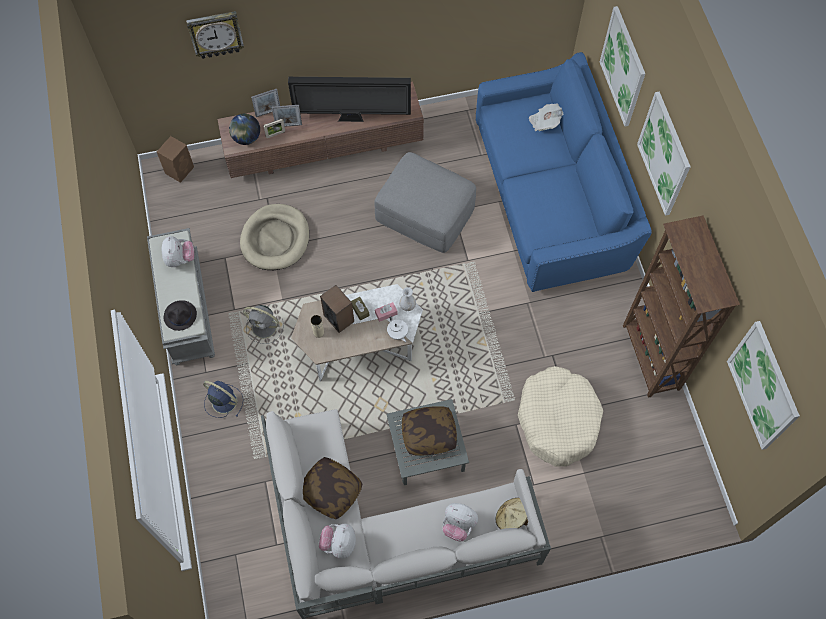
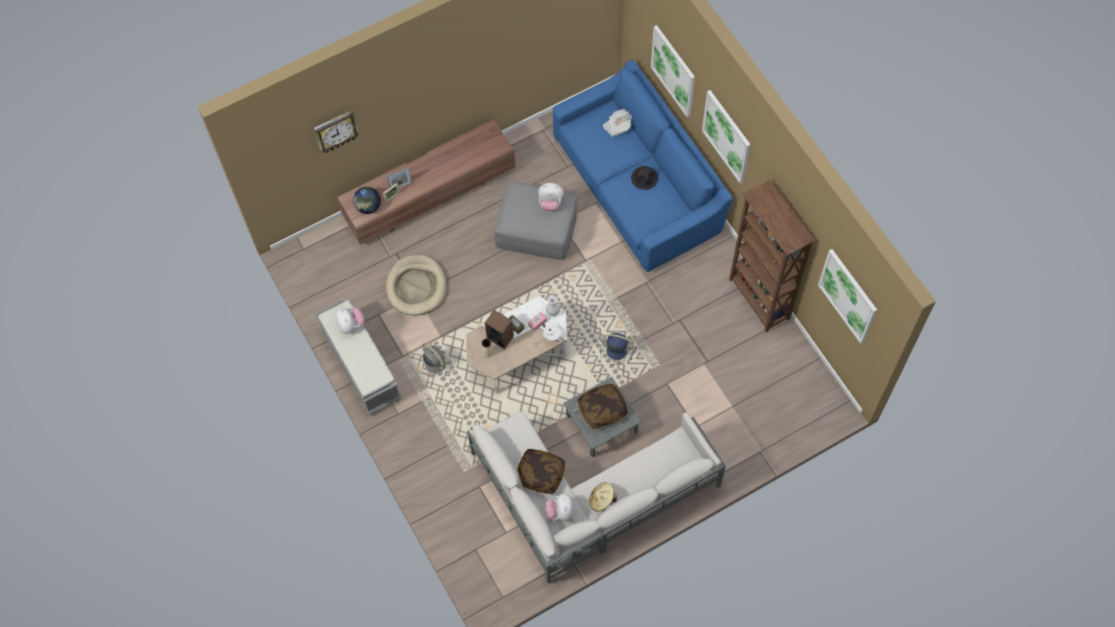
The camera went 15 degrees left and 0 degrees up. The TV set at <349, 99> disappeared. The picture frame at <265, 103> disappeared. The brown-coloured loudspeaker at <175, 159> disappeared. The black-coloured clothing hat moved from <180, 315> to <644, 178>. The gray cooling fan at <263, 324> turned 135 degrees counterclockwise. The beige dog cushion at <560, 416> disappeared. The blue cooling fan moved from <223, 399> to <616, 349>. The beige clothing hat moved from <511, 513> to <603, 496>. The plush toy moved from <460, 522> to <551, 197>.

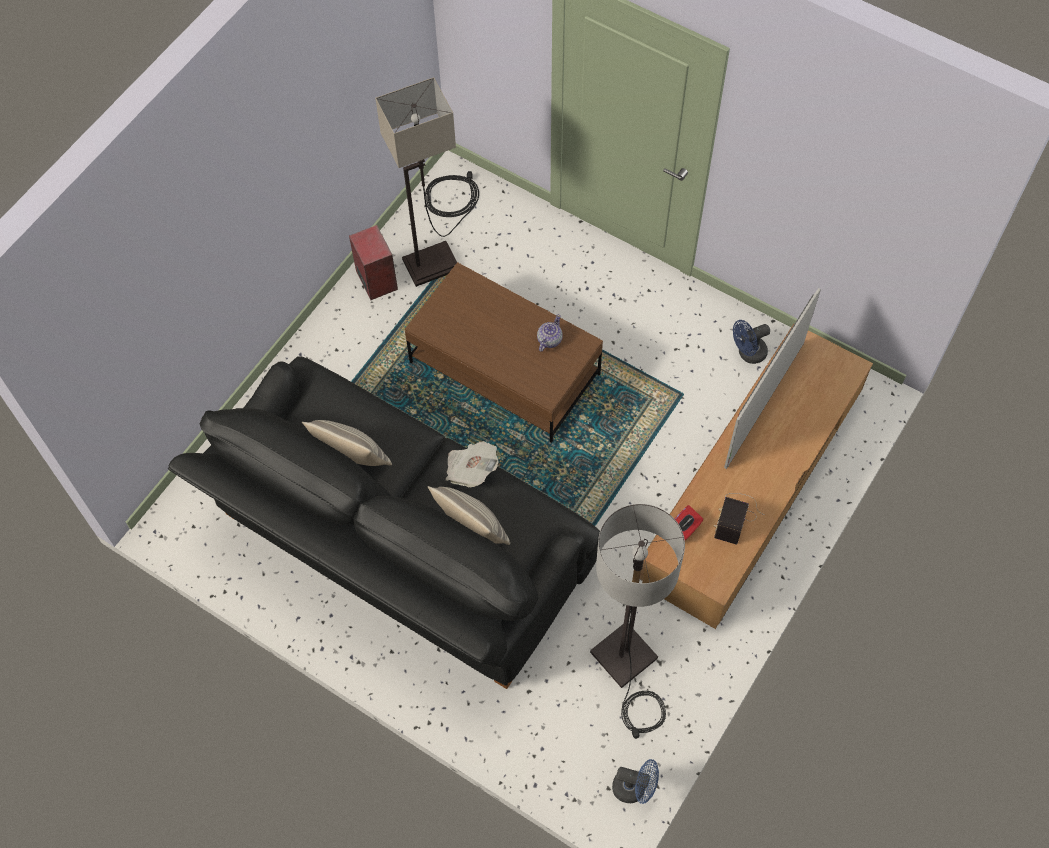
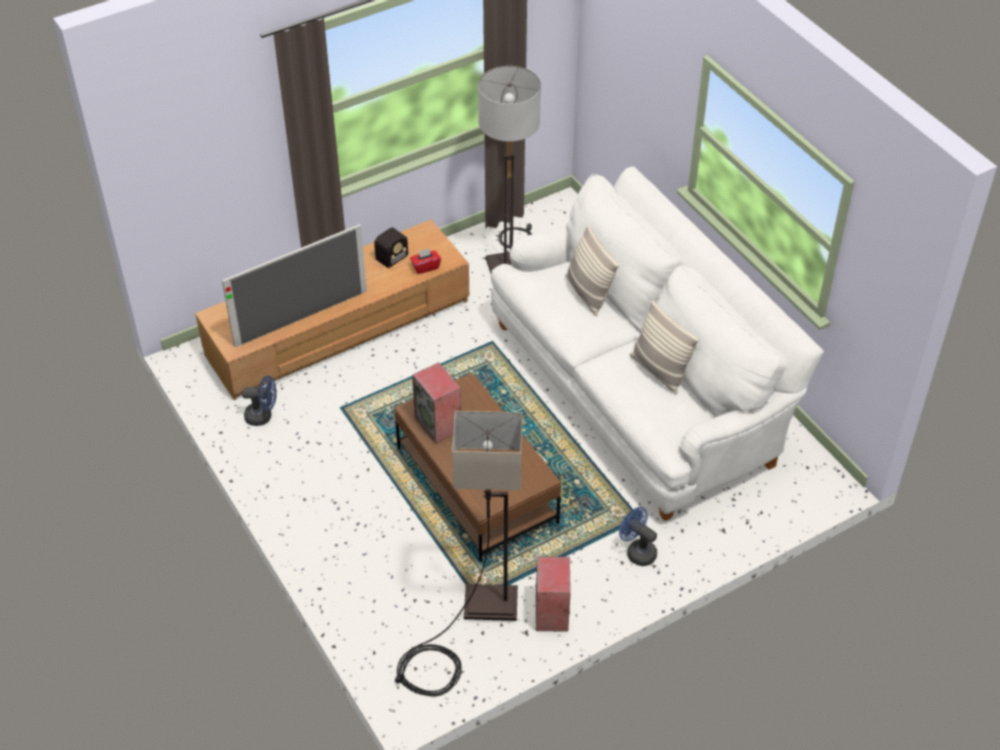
The camera went 155 degrees left and 15 degrees down. The tea pot at <550, 333> was replaced by the loudspeaker at <436, 402>. The black-coloured sofa at <384, 522> became the white sofa at <657, 344>. The newspaper at <472, 464> disappeared. The blue cooling fan moved from <635, 781> to <638, 536>.

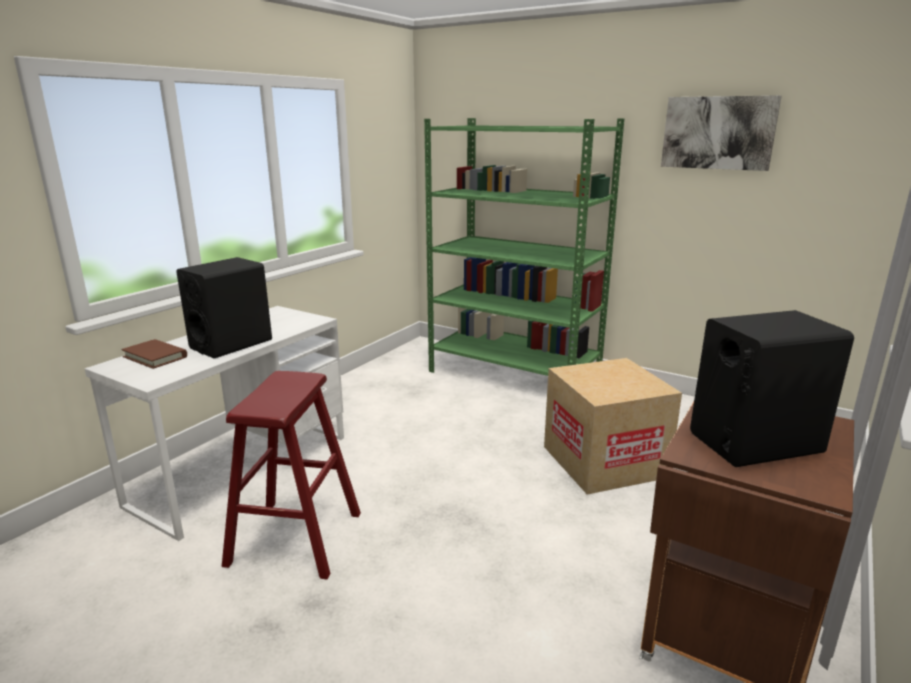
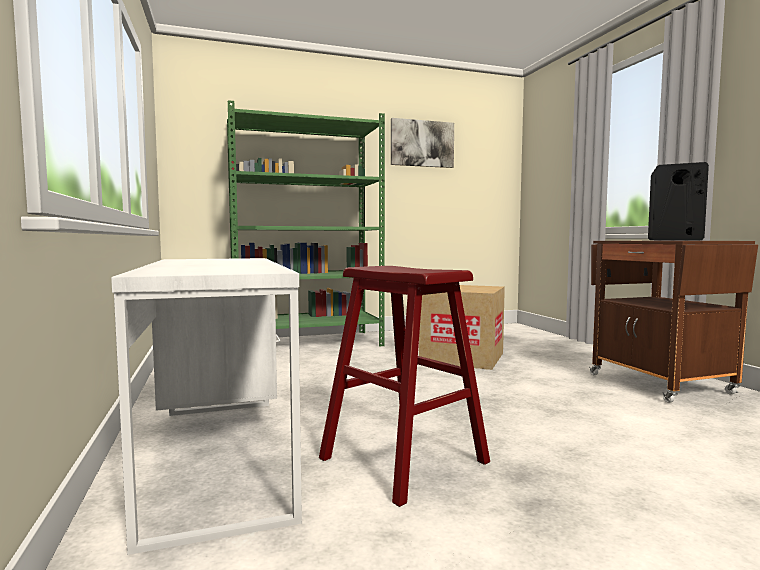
The camera went 50 degrees left and 15 degrees down. The black-coloured loudspeaker at <224, 307> disappeared. The brown-coloured volume at <154, 354> disappeared.

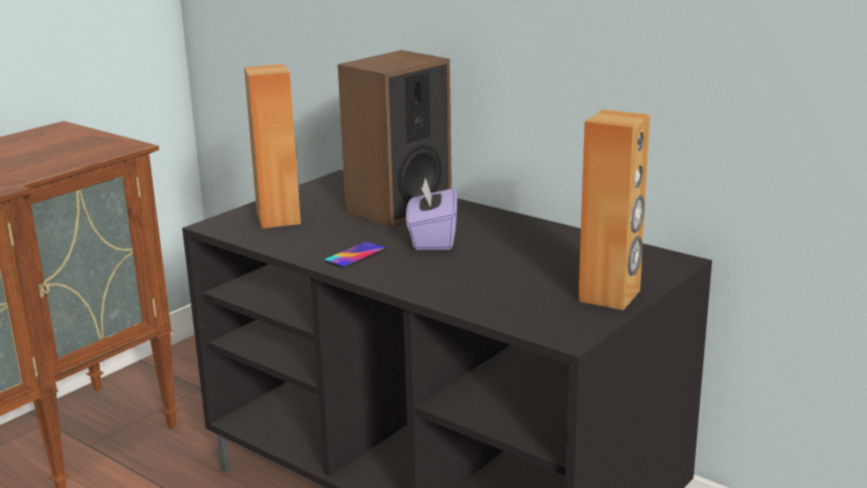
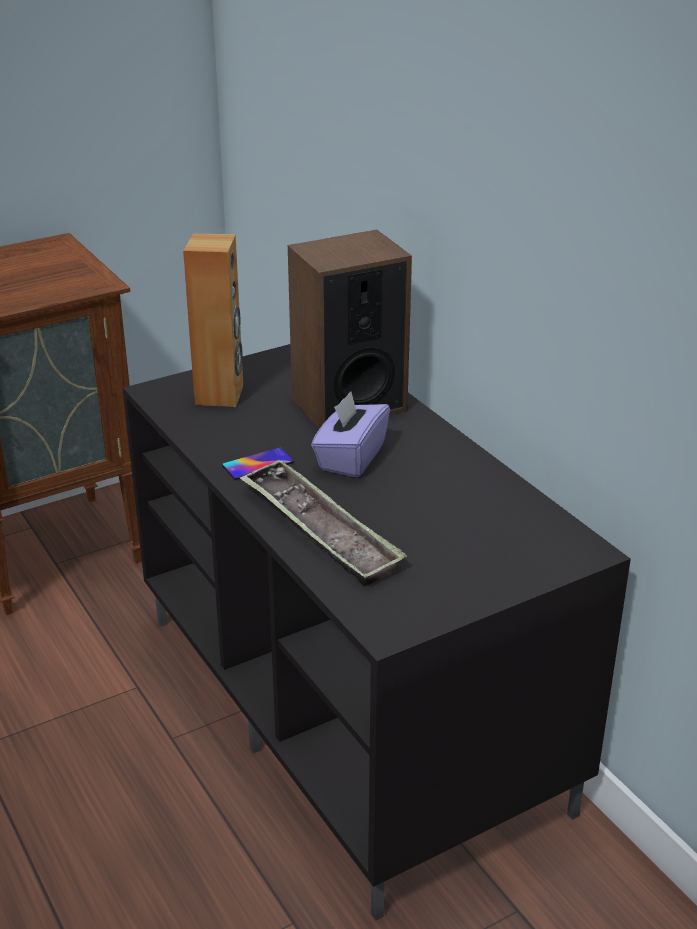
The camera went 20 degrees right and 10 degrees up. The brown-coloured loudspeaker at <614, 210> disappeared. The serving tray at <323, 523> appeared.

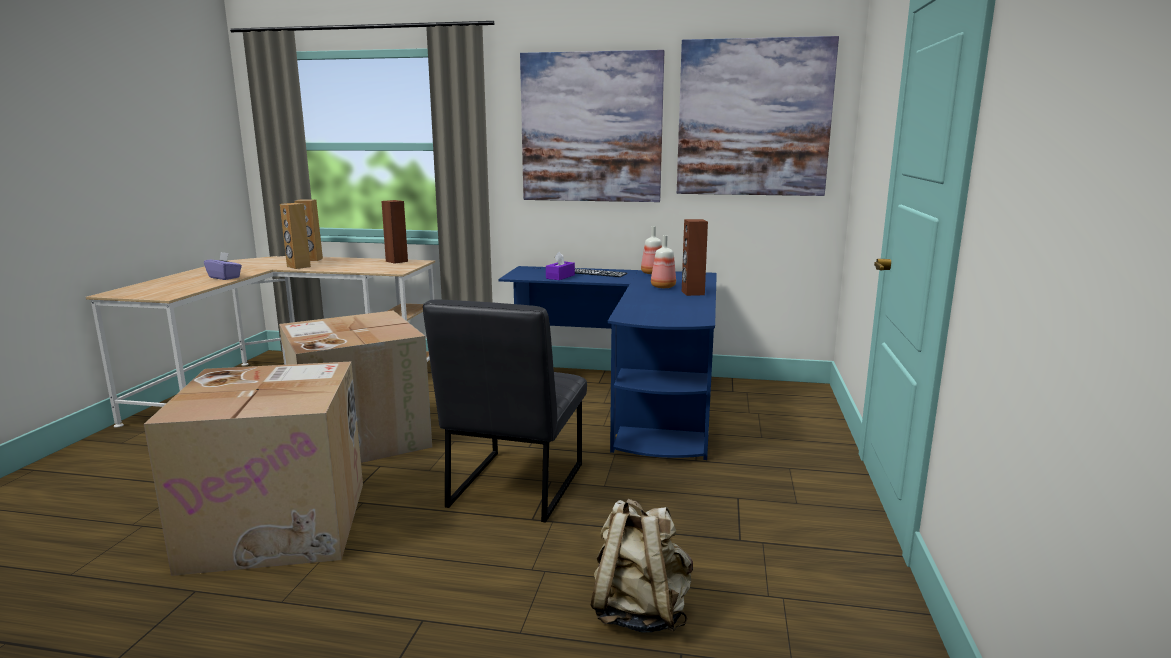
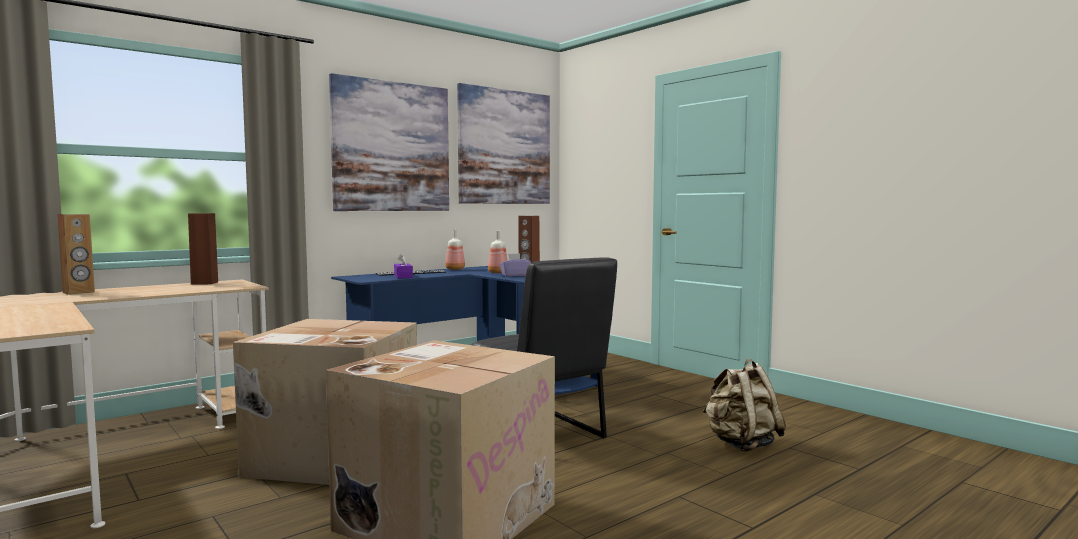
The camera went 50 degrees left and 10 degrees down. The brown-coloured loudspeaker at <295, 236> disappeared. The purple box of tissues moved from <223, 266> to <515, 265>.

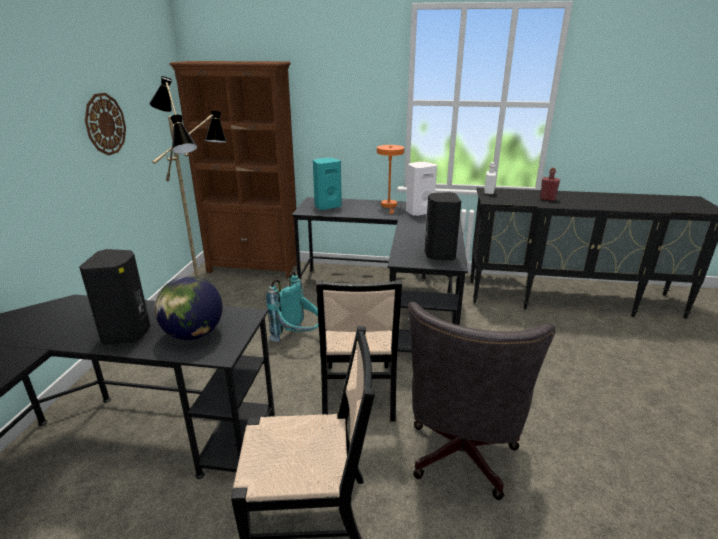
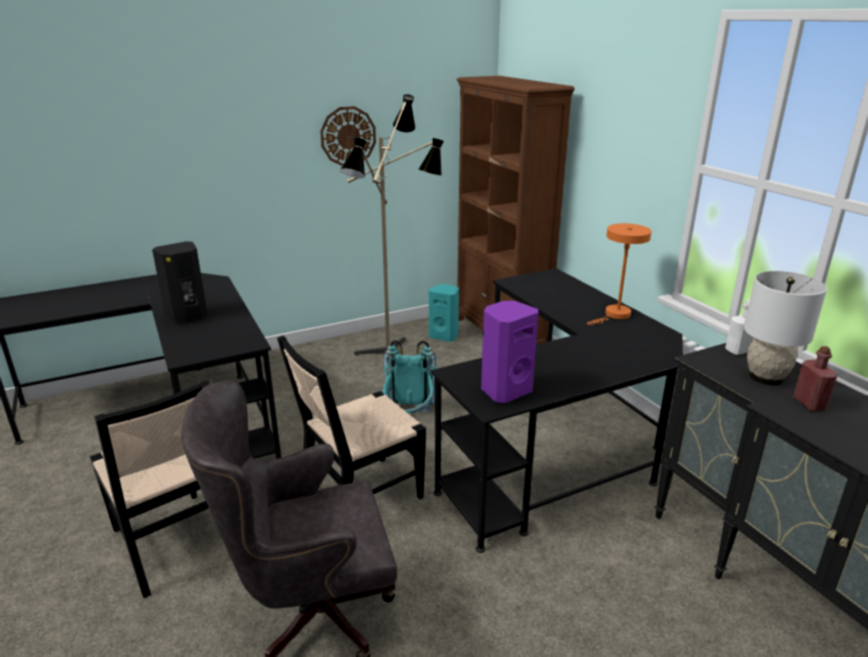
The camera went 55 degrees right and 0 degrees up. The turquoise-coloured loudspeaker moved from <327, 184> to <444, 313>. The white loudspeaker at <421, 189> disappeared. The black-coloured loudspeaker at <443, 226> became the purple loudspeaker at <510, 352>. The desk globe at <188, 308> disappeared. The white table lamp at <785, 328> appeared.

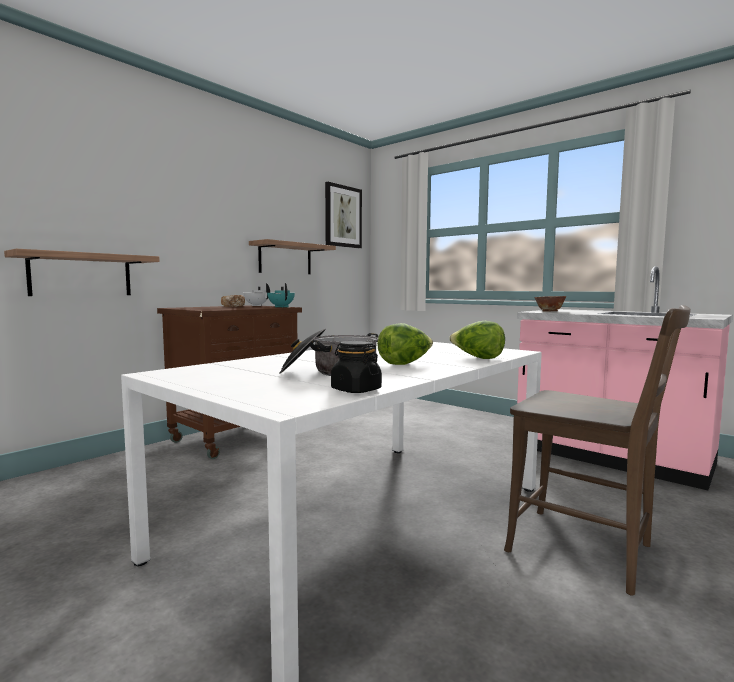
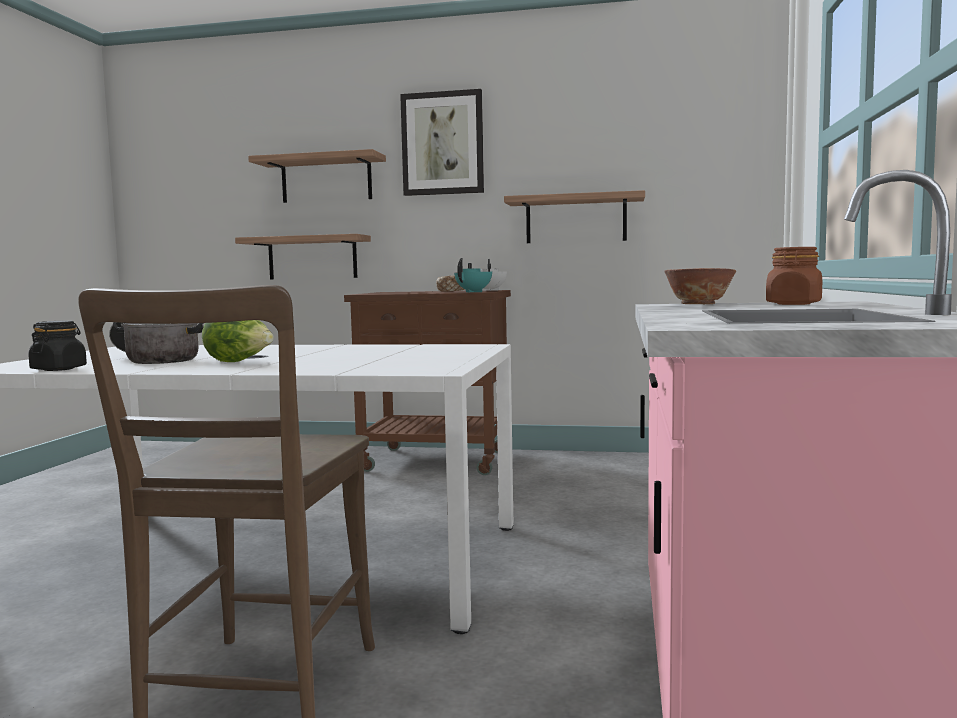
The camera went 60 degrees right and 0 degrees up. The wall art moved from <343, 215> to <442, 142>. The head of lettuce at <477, 340> disappeared. The wall shelf at <317, 176> appeared. The brown-coloured preserve jar at <794, 276> appeared.

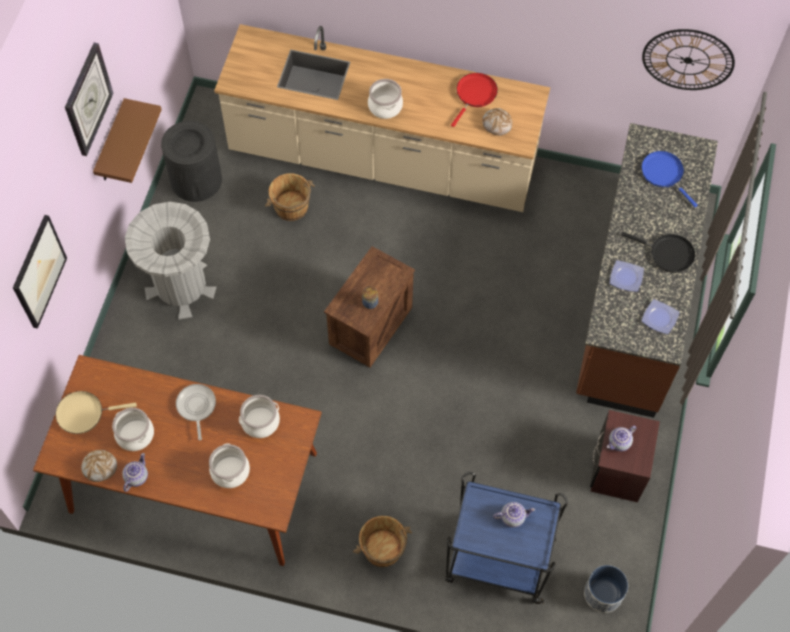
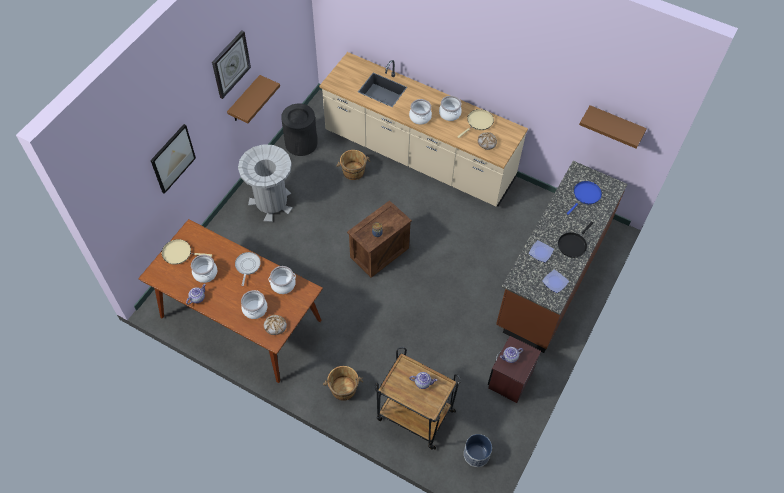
The camera went 15 degrees right and 5 degrees down. The wall clock at <688, 59> was replaced by the brown-coloured wall shelf at <613, 127>. The red skillet at <474, 100> became the beige skillet at <475, 123>. The blue skillet at <669, 179> turned 60 degrees clockwise. The black-coloured skillet at <658, 252> turned 90 degrees clockwise. The baked bread moved from <99, 466> to <275, 325>. The blue wheeled cart at <506, 538> became the brown-coloured wheeled cart at <418, 398>. The cooking pot at <450, 108> appeared.

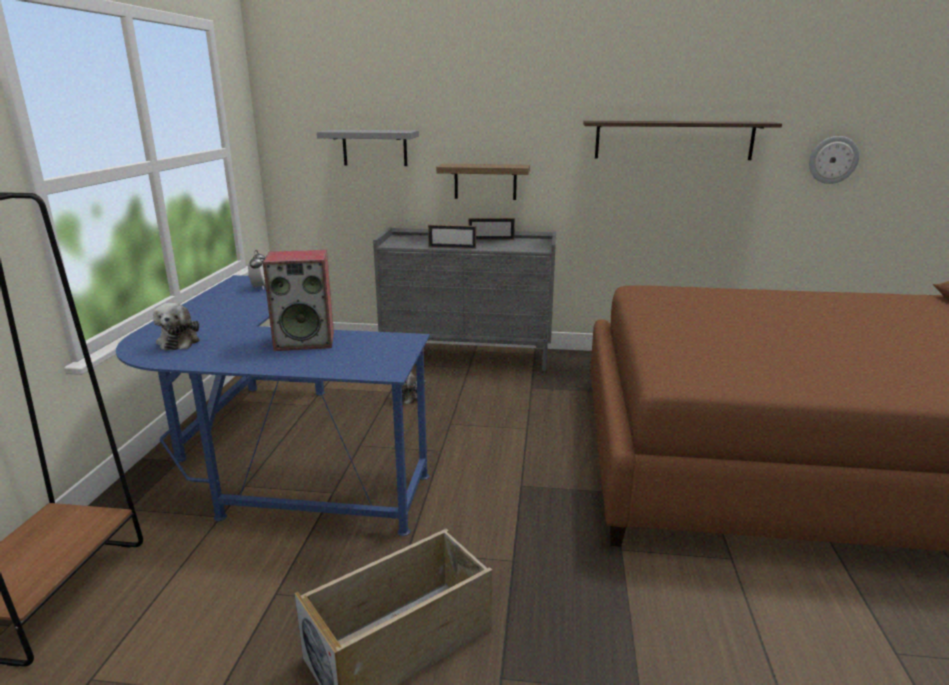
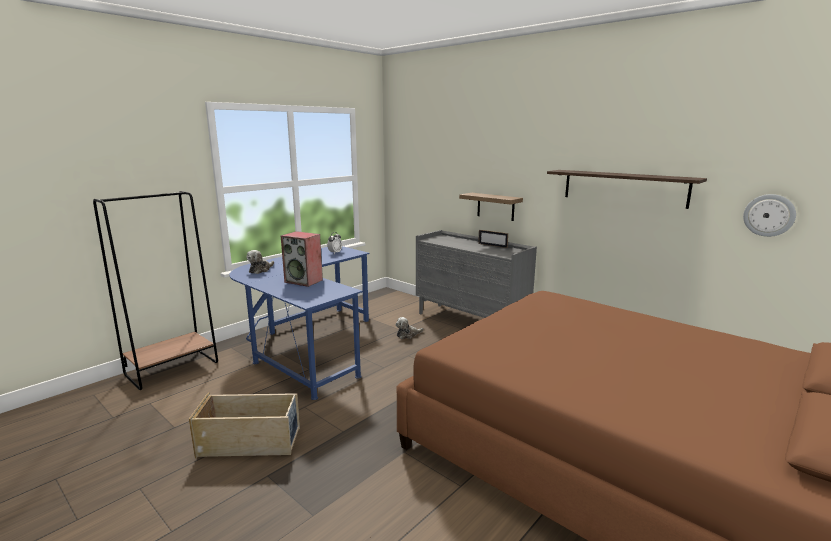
The camera went 35 degrees right and 5 degrees down. The gray wall shelf at <368, 148> disappeared. The picture frame at <452, 237> disappeared.

